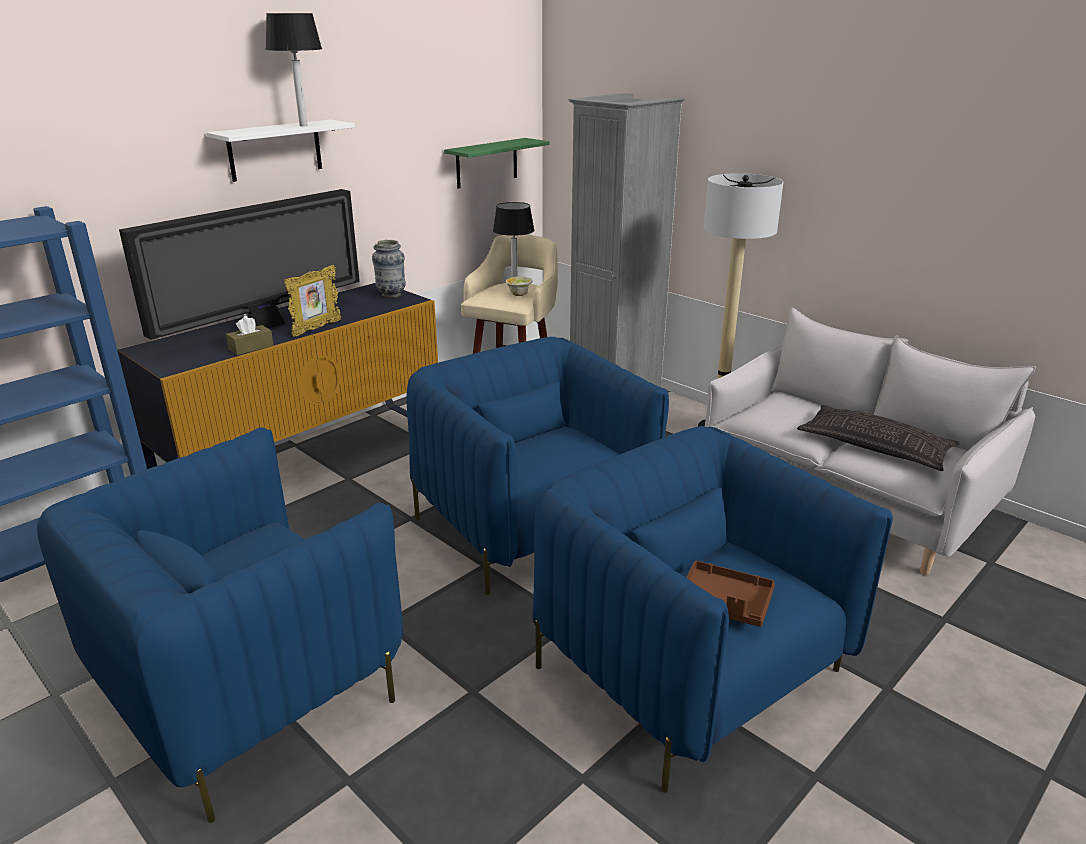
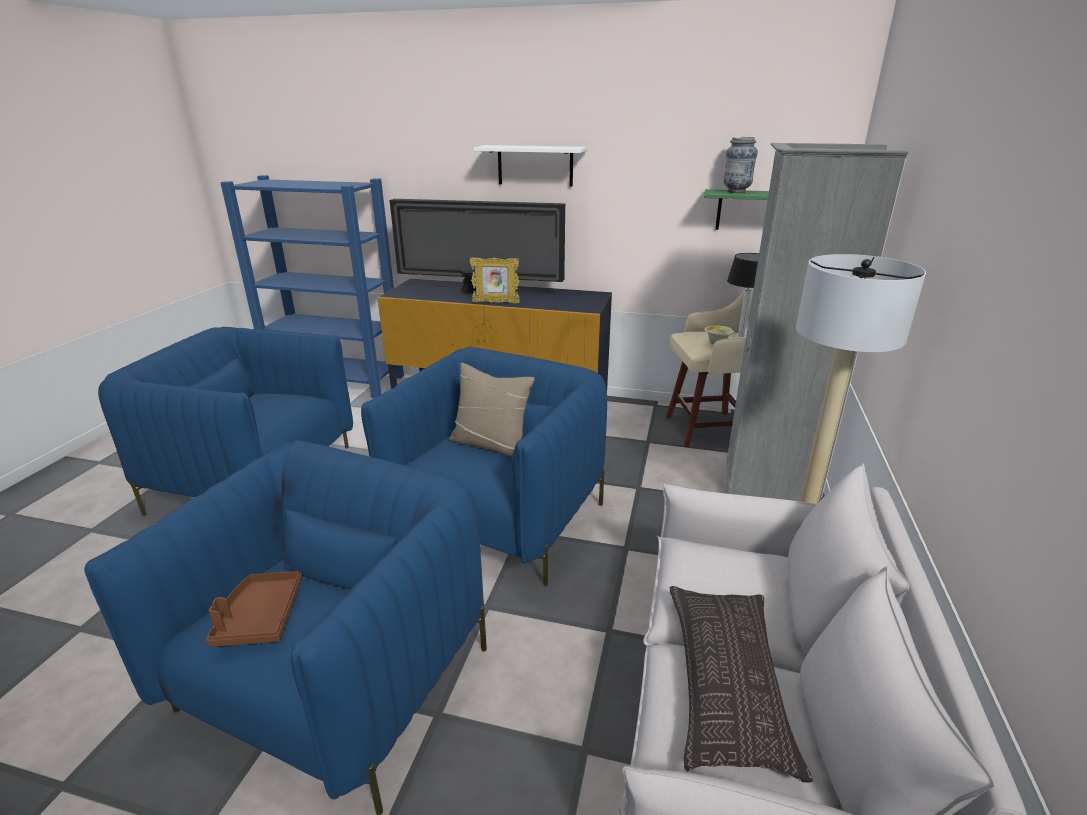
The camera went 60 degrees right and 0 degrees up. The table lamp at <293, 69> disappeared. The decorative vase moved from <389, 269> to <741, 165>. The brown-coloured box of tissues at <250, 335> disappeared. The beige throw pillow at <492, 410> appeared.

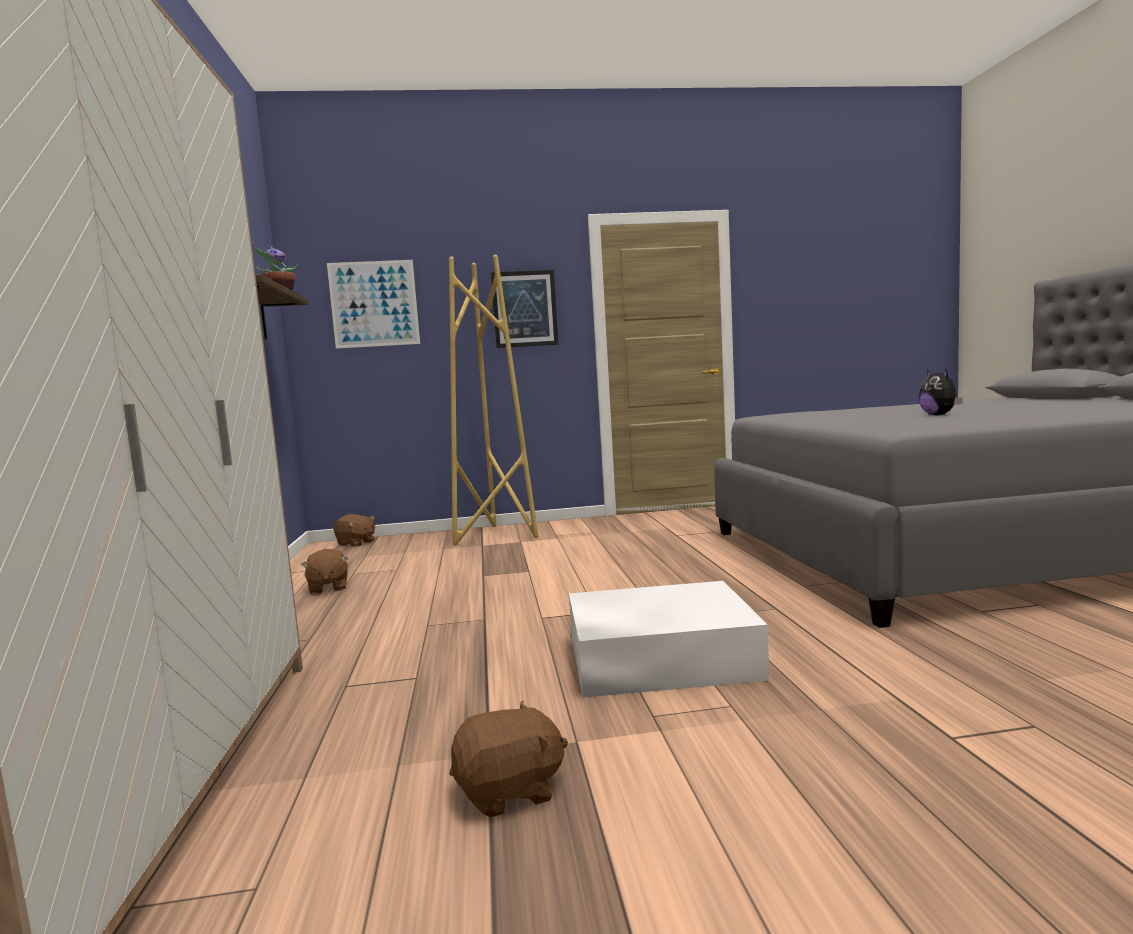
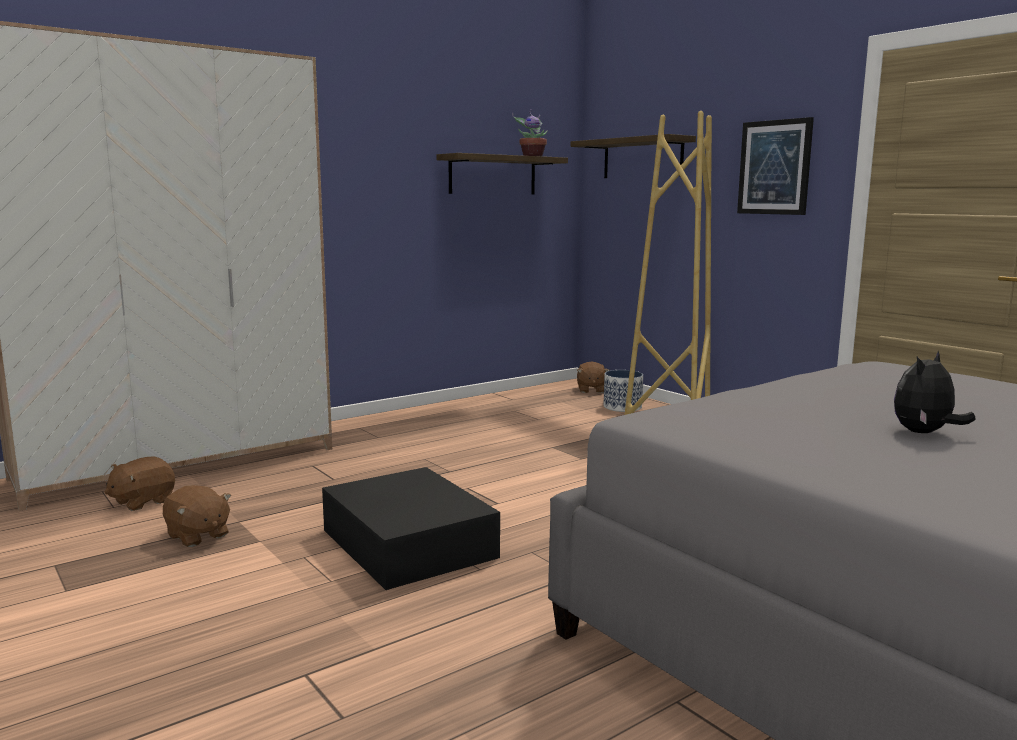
The camera went 60 degrees right and 5 degrees up. The wall art at <373, 304> was replaced by the wall shelf at <633, 156>. The brown-coloured plush toy moved from <324, 571> to <139, 483>. The white storage container at <669, 639> became the black-coloured storage container at <411, 528>. The flower pot at <623, 391> appeared.

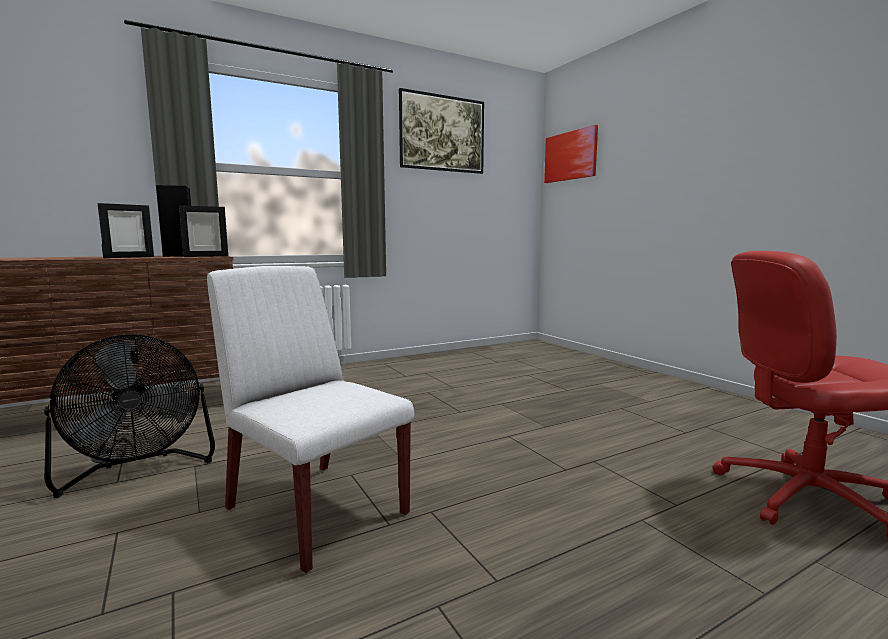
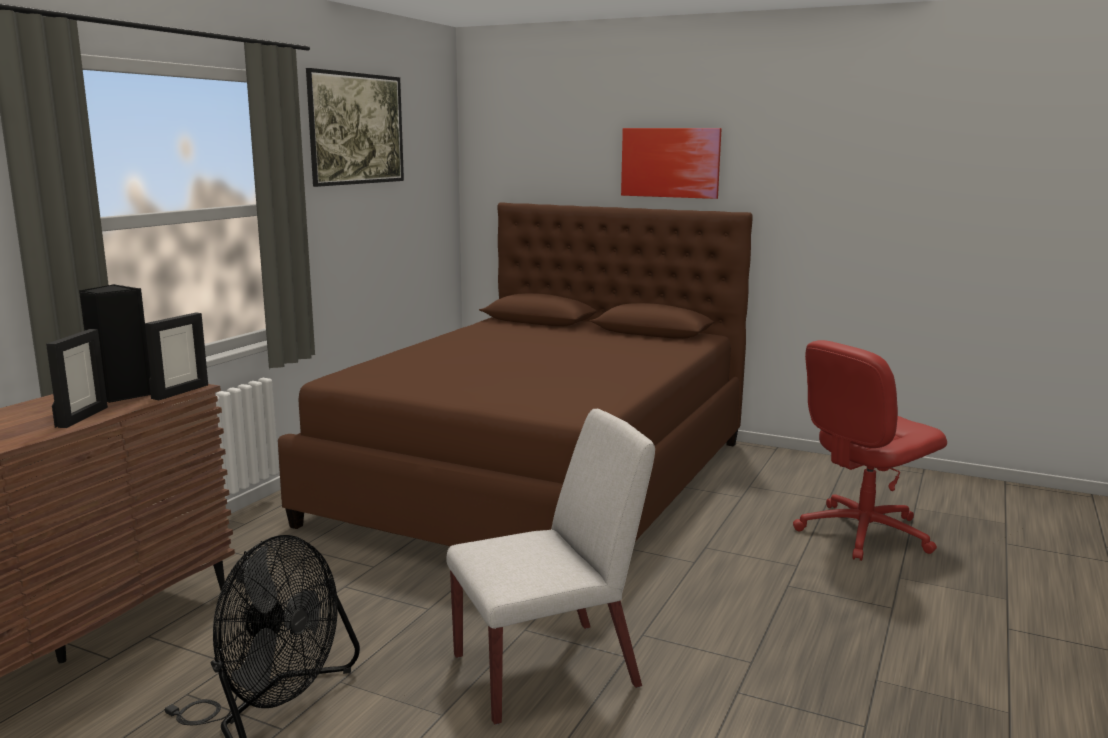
The camera went 35 degrees left and 5 degrees up. The wall art moved from <571, 154> to <671, 163>. The white plain chair at <311, 419> turned 150 degrees clockwise. The brown-coloured bedroom bed at <515, 374> appeared.

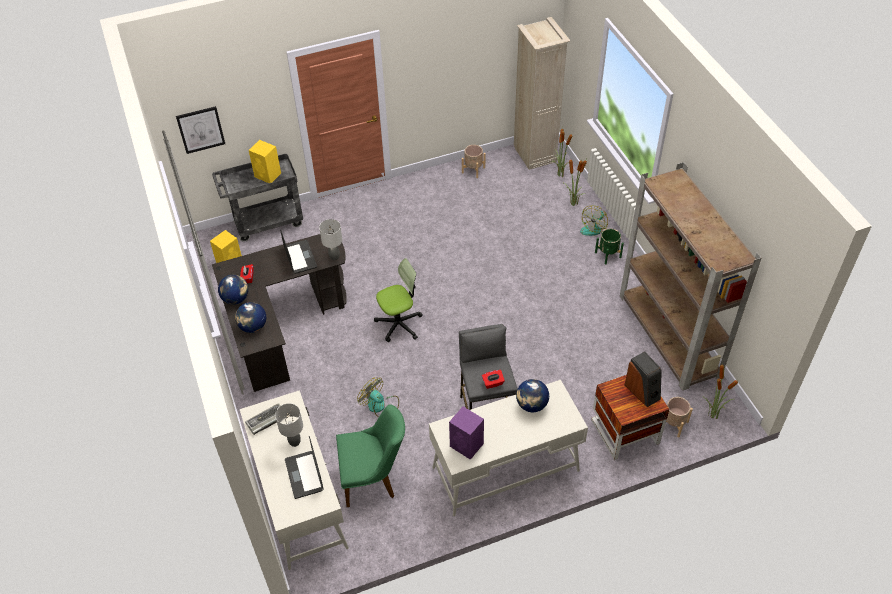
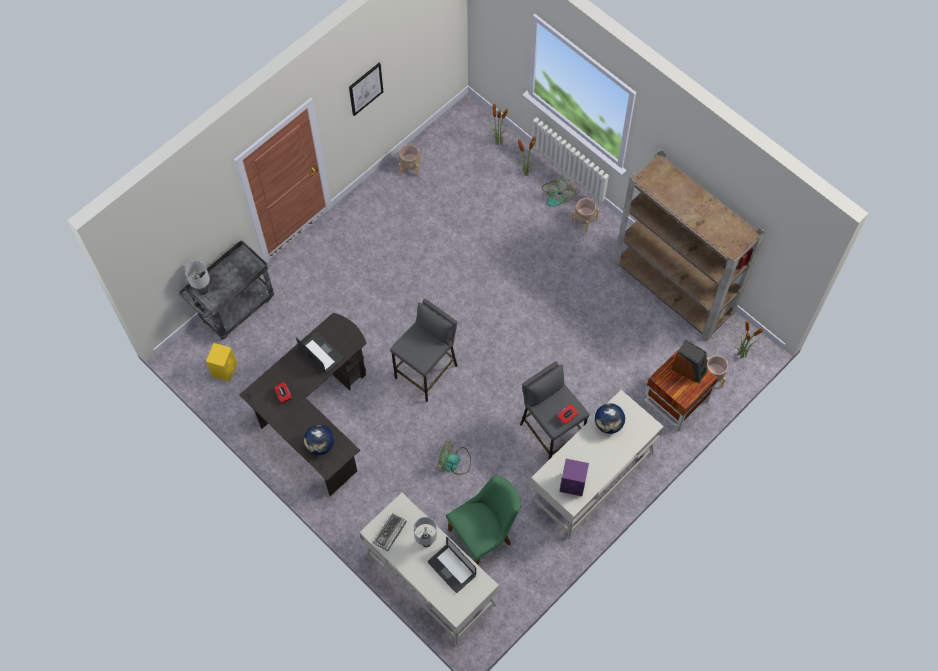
The camera went 25 degrees left and 15 degrees up. The beige cabinet at <542, 93> disappeared. The wall art moved from <200, 130> to <366, 89>. The yellowish loudspeaker at <265, 161> disappeared. The gray table lamp moved from <330, 239> to <197, 278>. The green-coloured flower pot at <609, 247> became the beige flower pot at <585, 215>. The computer chair at <398, 300> was replaced by the gray stool seat at <424, 350>. The desk globe at <233, 290> disappeared.

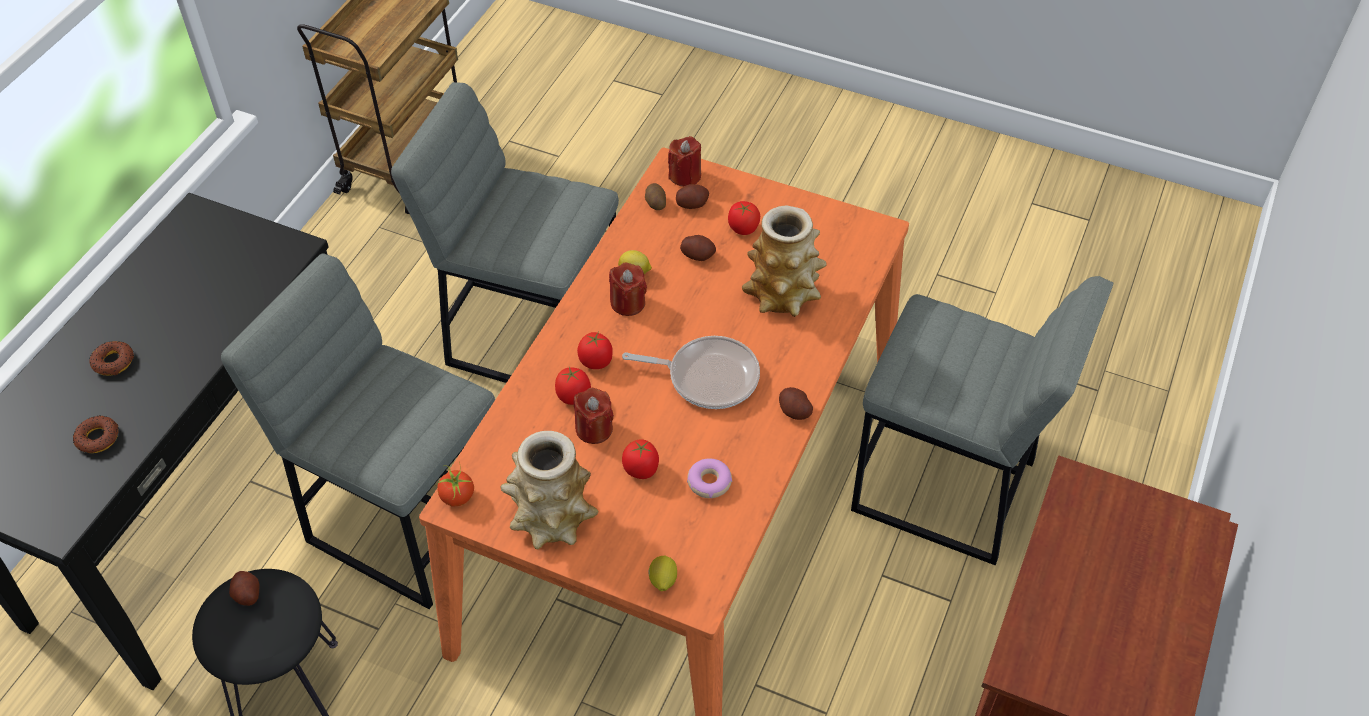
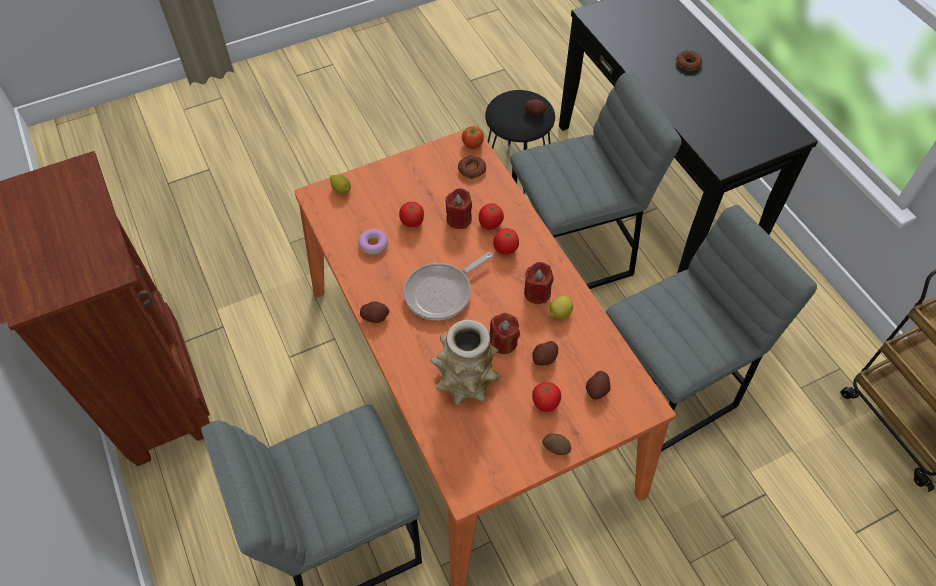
The camera went 130 degrees right and 5 degrees up. The red wax candle moved from <684, 161> to <505, 333>. The potato moved from <655, 196> to <556, 444>. The doughnut moved from <96, 434> to <472, 167>. The decorative vase at <550, 490> disappeared.

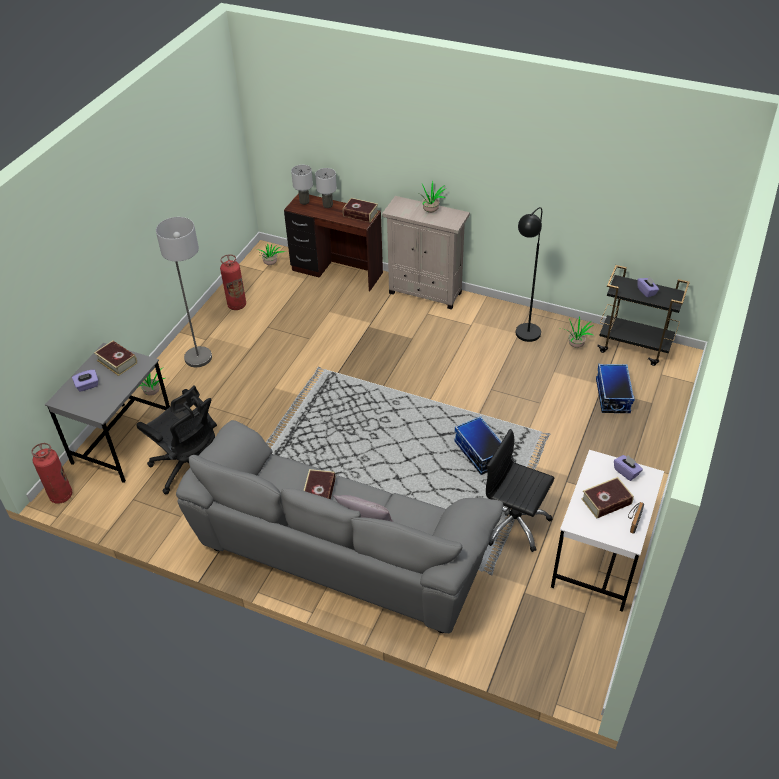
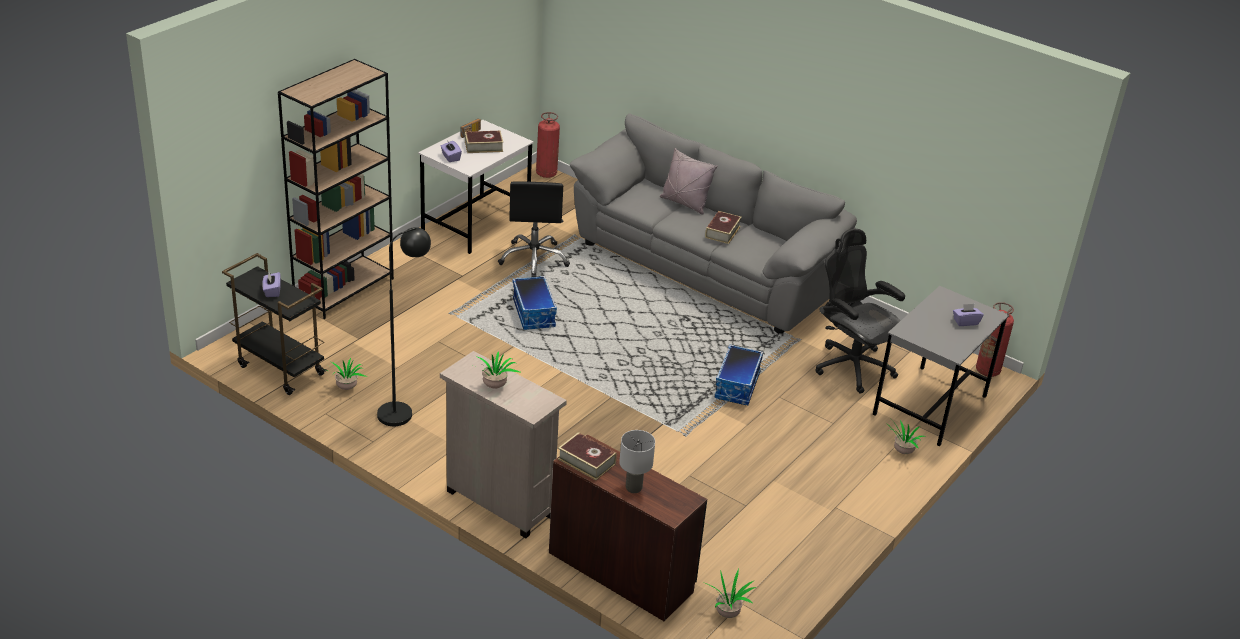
The camera went 170 degrees left and 10 degrees down. The white table lamp at <302, 185> disappeared. The gray standard lamp at <184, 292> disappeared. The fire-fighting cylinder moved from <233, 282> to <548, 145>. The volume at <115, 358> disappeared. The storage container moved from <615, 388> to <738, 374>. The black-coloured computer chair at <520, 490> turned 45 degrees clockwise. The beige bookcase at <336, 189> appeared.

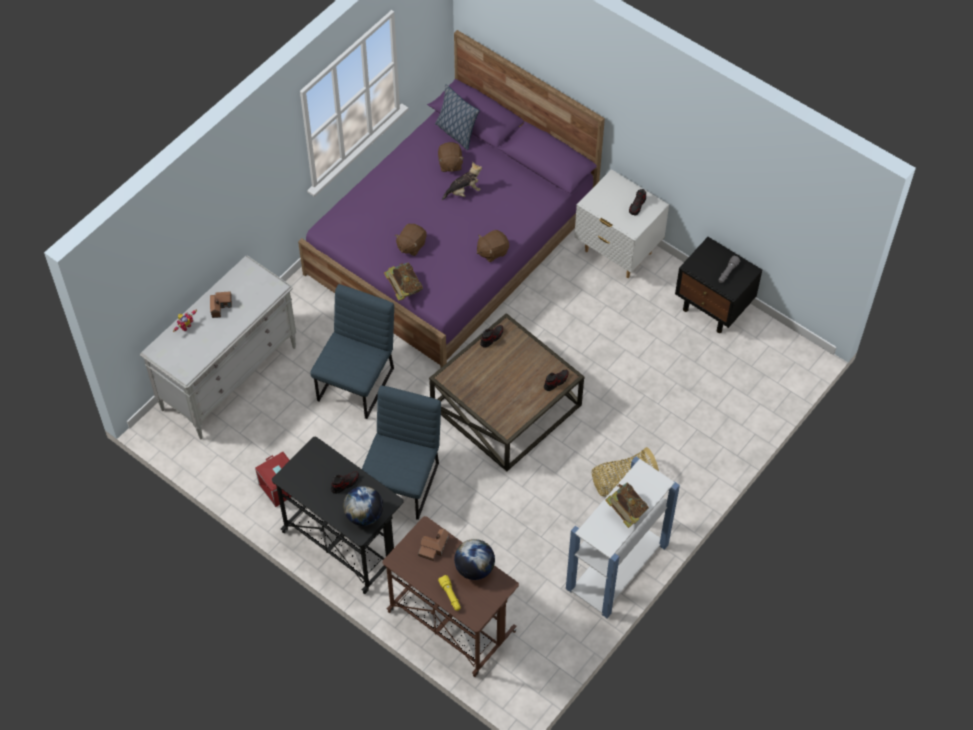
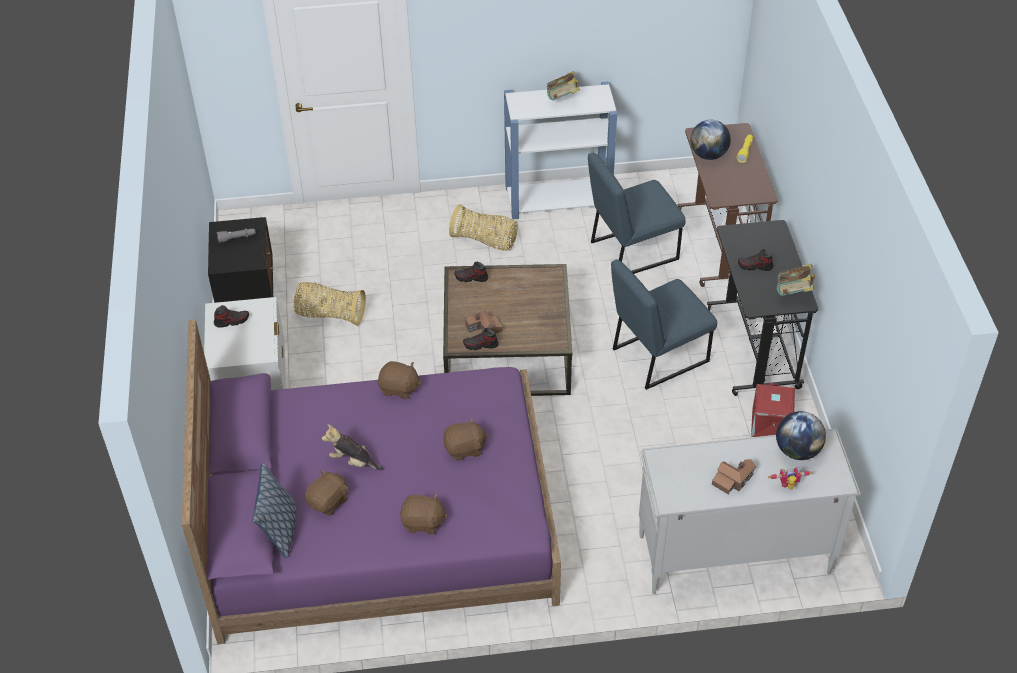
The camera went 135 degrees left and 10 degrees down. The volume moved from <403, 281> to <796, 280>. The blue plain chair moved from <352, 351> to <637, 213>. The desk globe moved from <363, 506> to <801, 435>. The toy house moved from <433, 545> to <483, 322>. The basket at <330, 304> appeared. The brown-coloured plush toy at <424, 513> appeared.

